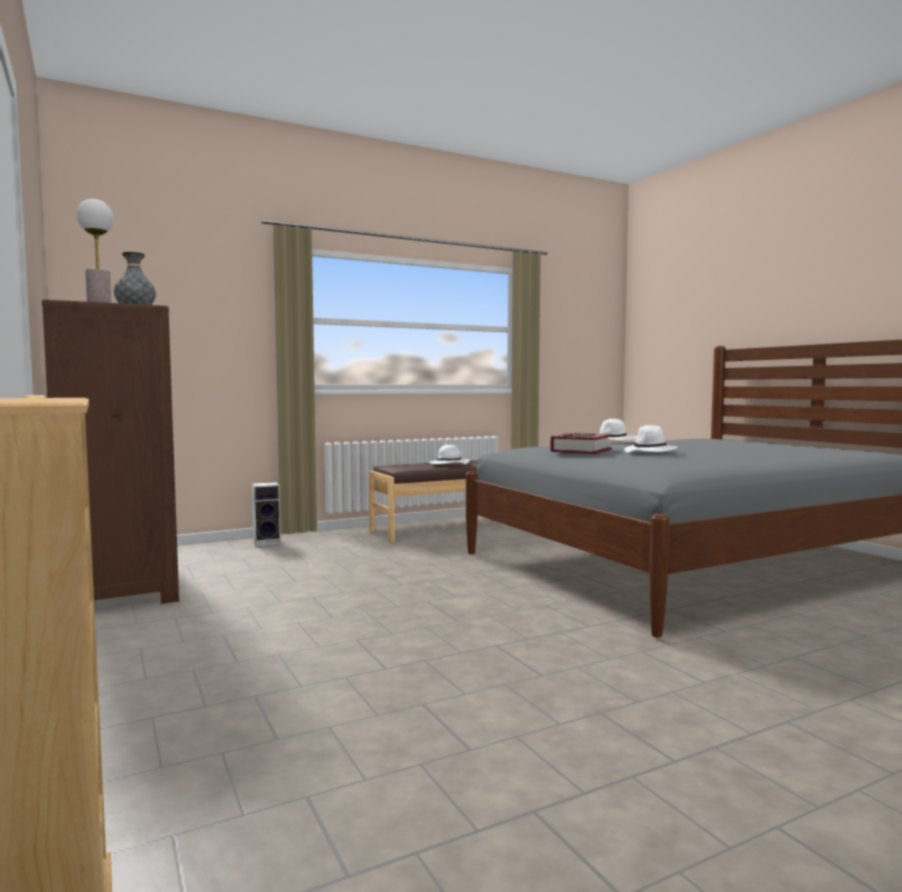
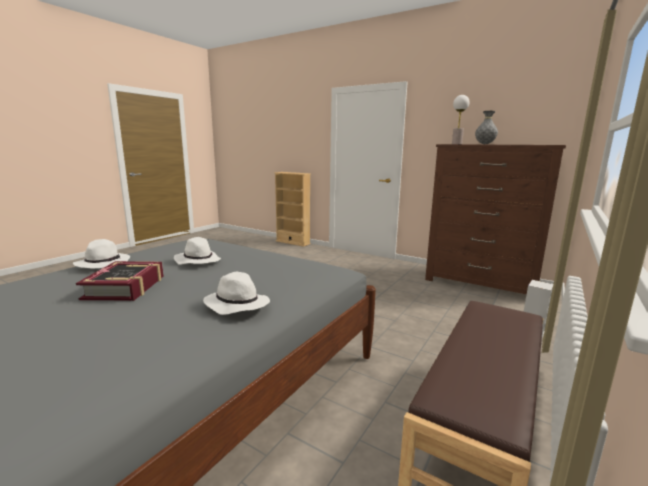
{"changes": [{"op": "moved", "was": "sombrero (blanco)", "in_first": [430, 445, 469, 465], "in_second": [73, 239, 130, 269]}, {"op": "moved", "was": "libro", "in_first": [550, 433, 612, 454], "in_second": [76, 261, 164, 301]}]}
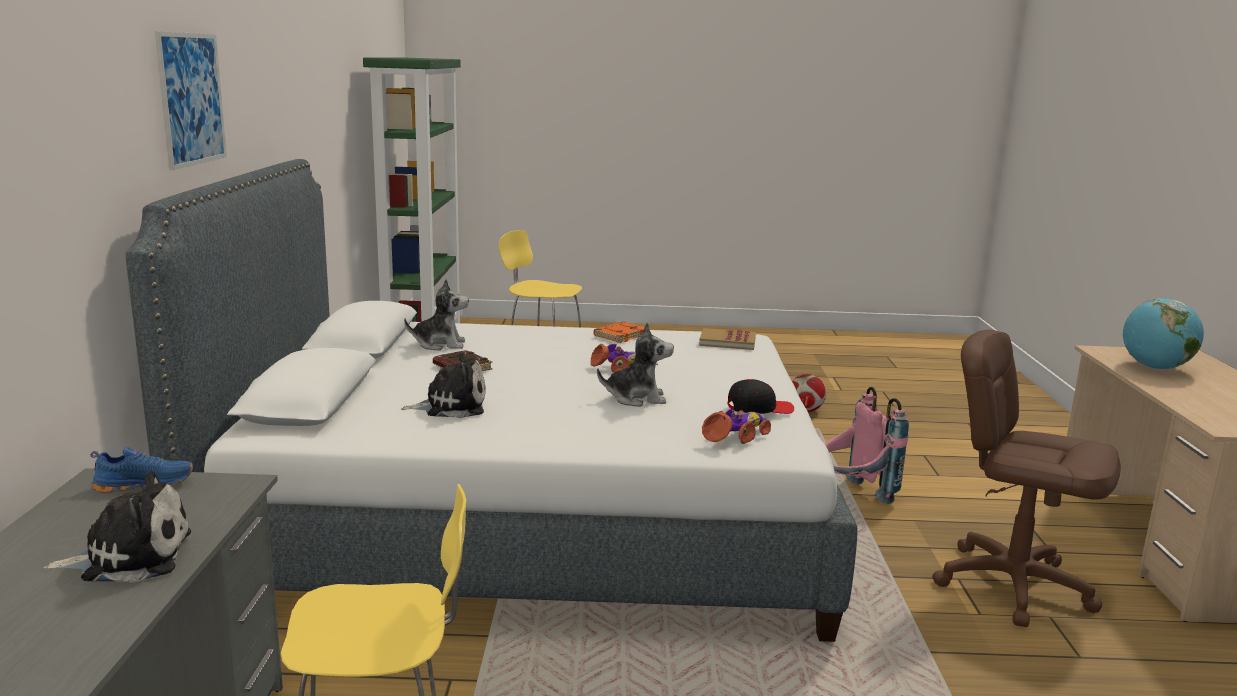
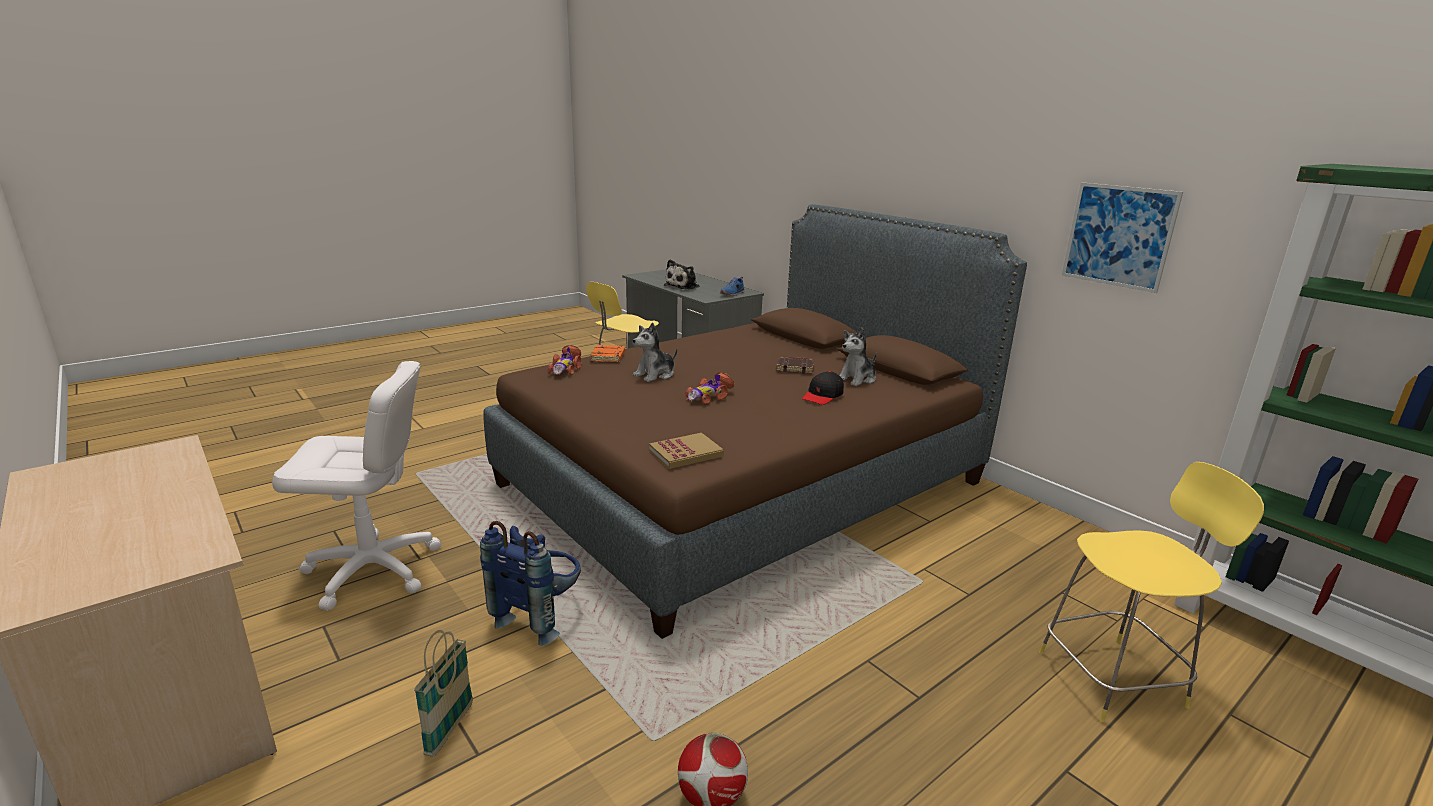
{"changes": [{"op": "removed", "was": "peluche", "in_first": [401, 353, 486, 418]}, {"op": "removed", "was": "globo terráqueo", "in_first": [1123, 298, 1204, 369]}, {"op": "added", "now": "cesta", "in_second": [414, 630, 473, 757]}, {"op": "moved", "was": "cuadro", "in_first": [155, 31, 227, 170], "in_second": [1062, 182, 1183, 293]}, {"op": "moved", "was": "libro (naranja)", "in_first": [594, 322, 645, 343], "in_second": [590, 345, 625, 362]}, {"op": "moved", "was": "gorra (negro)", "in_first": [727, 379, 794, 414], "in_second": [802, 371, 844, 405]}, {"op": "recoloured", "was": "cama (blanco)", "now": "cama (marrón)", "in_first": [126, 159, 857, 642], "in_second": [483, 205, 1027, 639]}, {"op": "recoloured", "was": "mochila (rosa)", "now": "mochila (azul)", "in_first": [825, 387, 909, 504], "in_second": [480, 521, 581, 646]}, {"op": "recoloured", "was": "silla de oficina (marrón)", "now": "silla de oficina (blanco)", "in_first": [932, 330, 1121, 627], "in_second": [272, 361, 442, 610]}]}
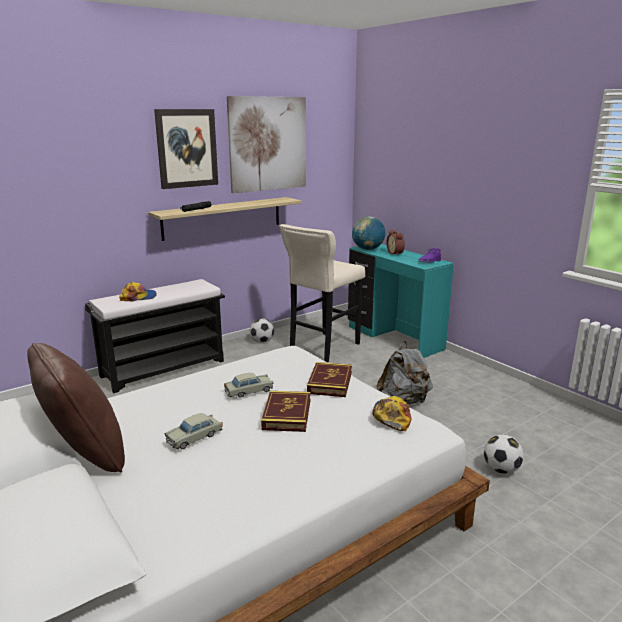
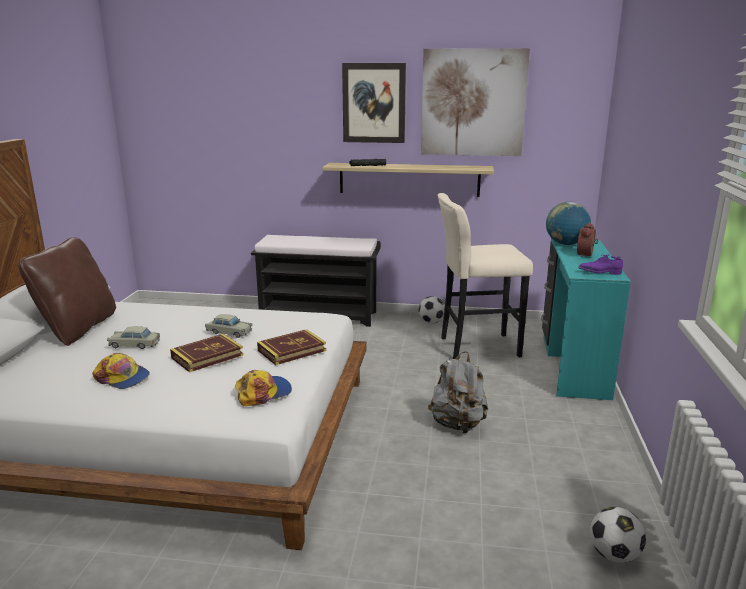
{"changes": [{"op": "moved", "was": "gorra", "in_first": [119, 282, 157, 301], "in_second": [92, 353, 150, 389]}, {"op": "moved", "was": "balón de fútbol", "in_first": [484, 434, 524, 474], "in_second": [590, 507, 646, 563]}]}
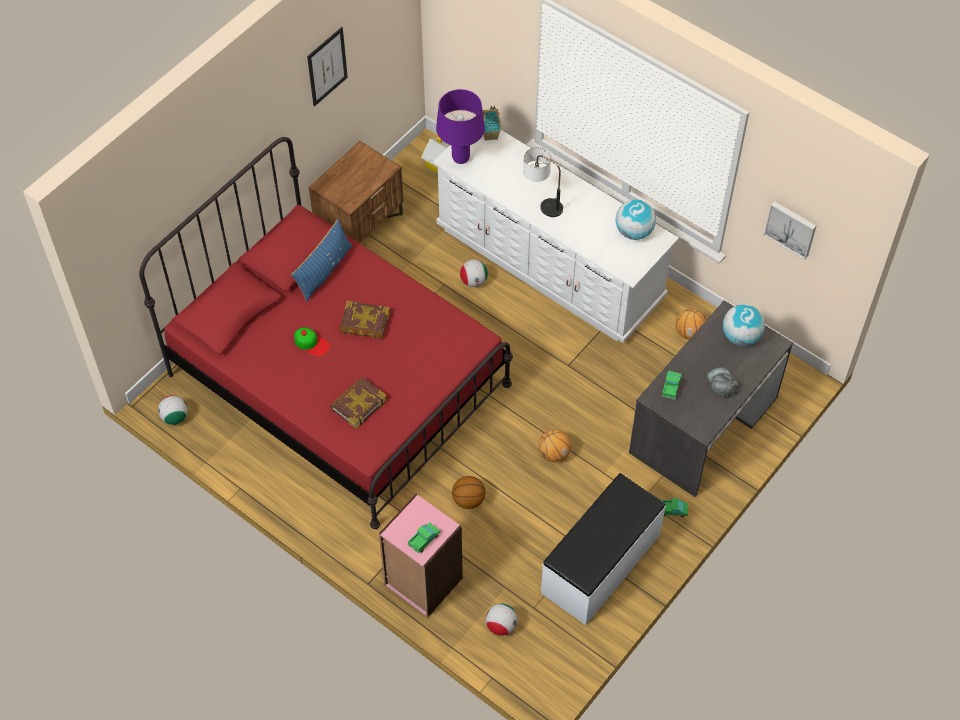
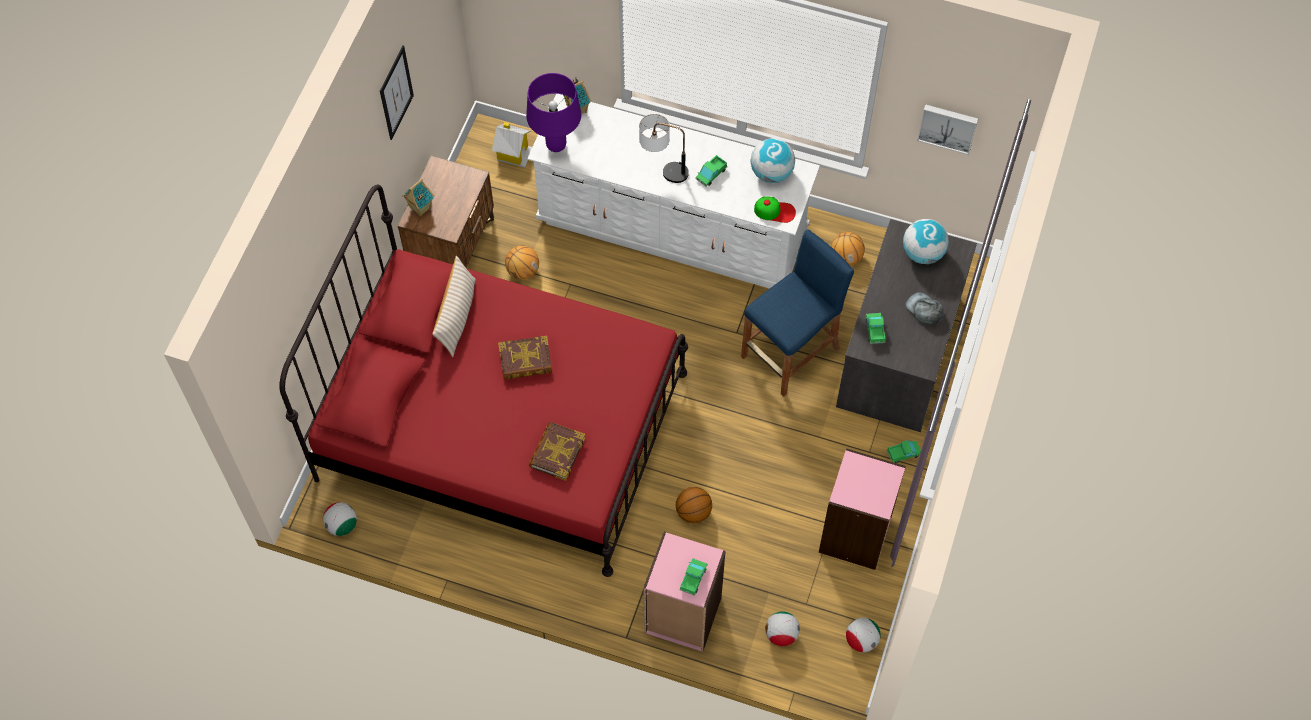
{"changes": [{"op": "added", "now": "casita", "in_second": [402, 179, 434, 217]}, {"op": "added", "now": "camión de juguete", "in_second": [695, 155, 727, 187]}, {"op": "added", "now": "taburete (azul)", "in_second": [741, 229, 854, 397]}, {"op": "moved", "was": "gorra", "in_first": [294, 327, 330, 356], "in_second": [754, 196, 796, 223]}, {"op": "moved", "was": "balón de fútbol", "in_first": [460, 259, 488, 287], "in_second": [846, 618, 881, 652]}, {"op": "moved", "was": "balón de baloncesto", "in_first": [539, 429, 571, 462], "in_second": [505, 246, 539, 280]}, {"op": "replaced", "was": "banco (blanco)", "now": "estantería (rosa)", "in_first": [541, 473, 666, 625], "in_second": [819, 448, 906, 570]}, {"op": "recoloured", "was": "cojín (azul)", "now": "cojín (beis)", "in_first": [291, 219, 352, 302], "in_second": [432, 256, 476, 357]}]}
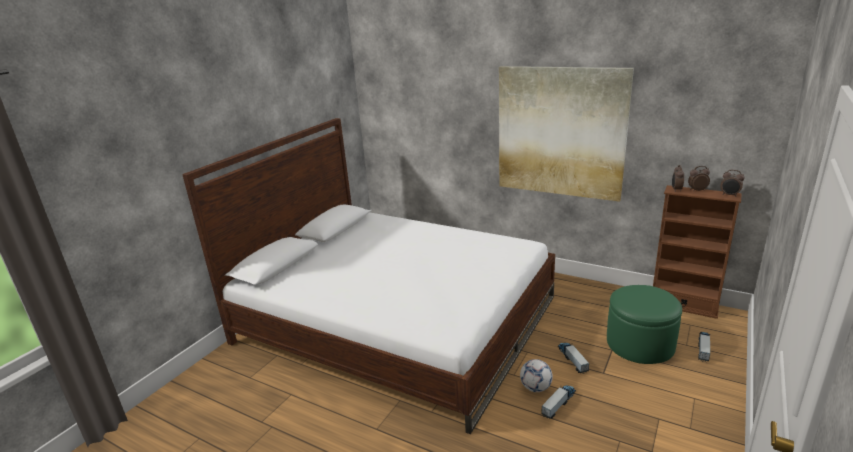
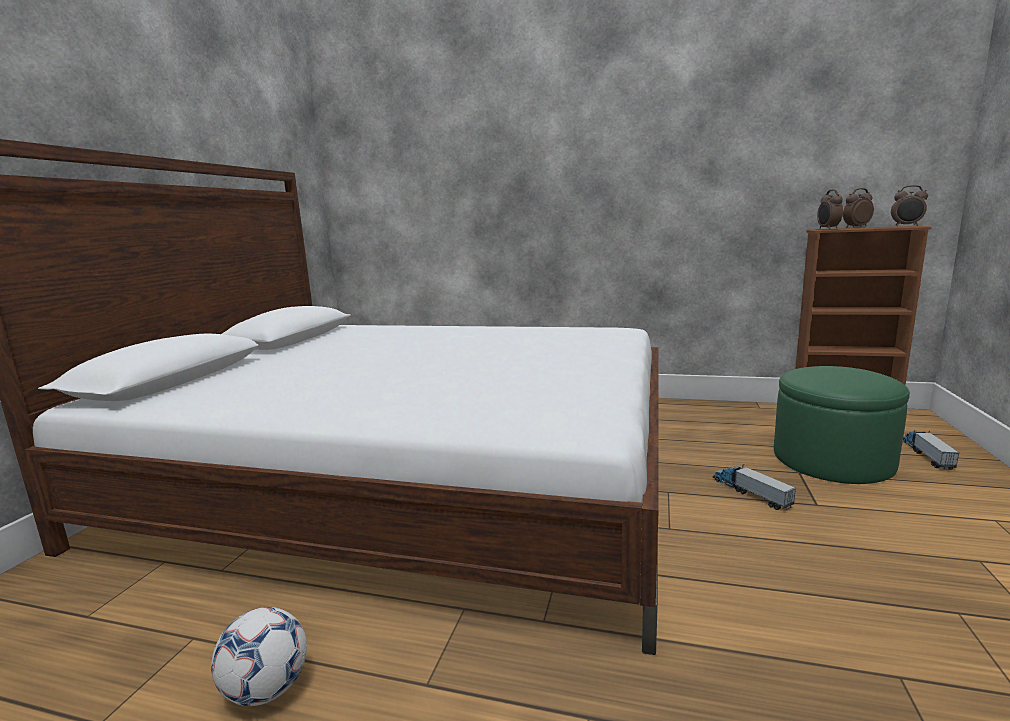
{"changes": [{"op": "removed", "was": "cuadro", "in_first": [499, 66, 634, 202]}, {"op": "removed", "was": "camión de juguete", "in_first": [542, 385, 576, 419]}, {"op": "moved", "was": "balón de fútbol", "in_first": [520, 359, 553, 392], "in_second": [211, 607, 307, 706]}]}
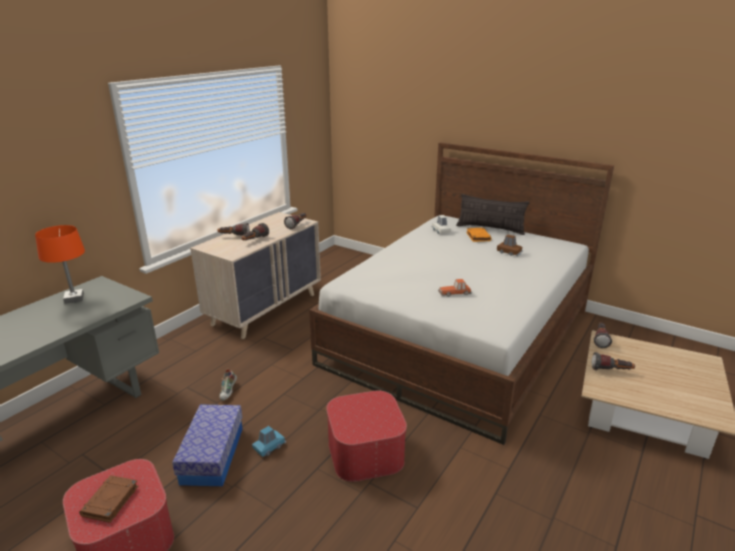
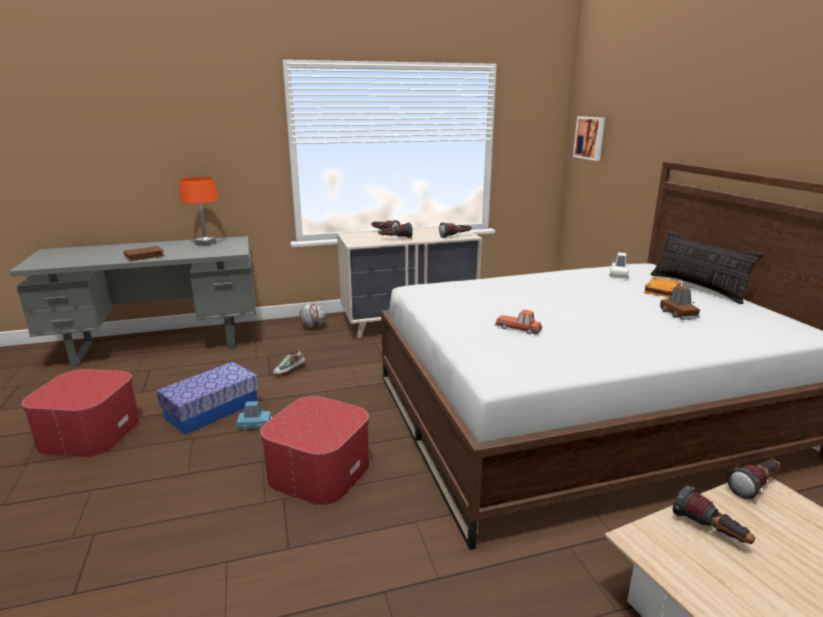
{"changes": [{"op": "added", "now": "balón de fútbol", "in_second": [299, 303, 325, 328]}, {"op": "added", "now": "cuadro", "in_second": [573, 117, 605, 161]}, {"op": "moved", "was": "libro (marrón)", "in_first": [79, 475, 138, 523], "in_second": [123, 246, 165, 261]}]}
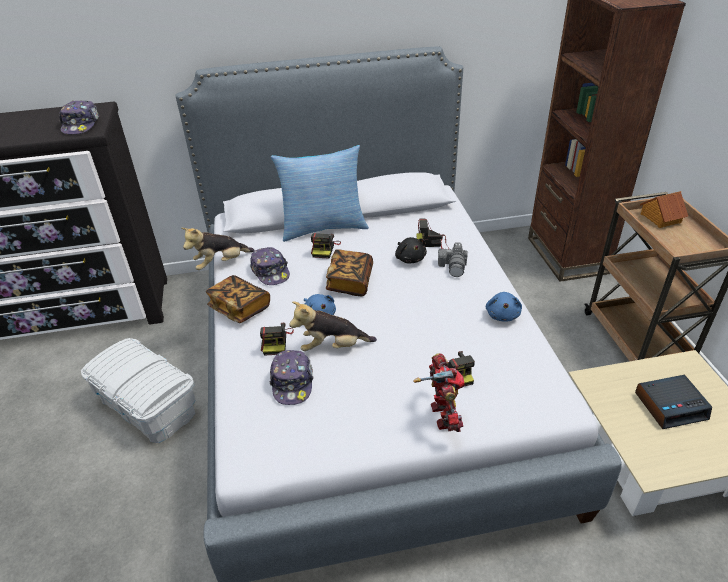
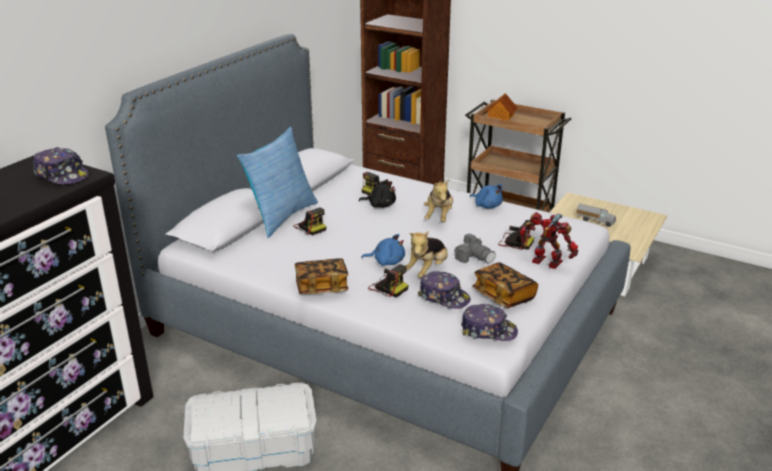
{"changes": [{"op": "moved", "was": "peluche", "in_first": [181, 228, 255, 270], "in_second": [424, 179, 453, 222]}, {"op": "moved", "was": "gorra", "in_first": [250, 247, 290, 285], "in_second": [461, 304, 518, 341]}, {"op": "moved", "was": "libro", "in_first": [326, 250, 373, 296], "in_second": [472, 262, 538, 308]}, {"op": "moved", "was": "cámara", "in_first": [438, 242, 469, 277], "in_second": [454, 234, 496, 263]}, {"op": "replaced", "was": "despertador", "now": "camión de juguete", "in_first": [635, 375, 712, 429], "in_second": [576, 203, 616, 227]}]}
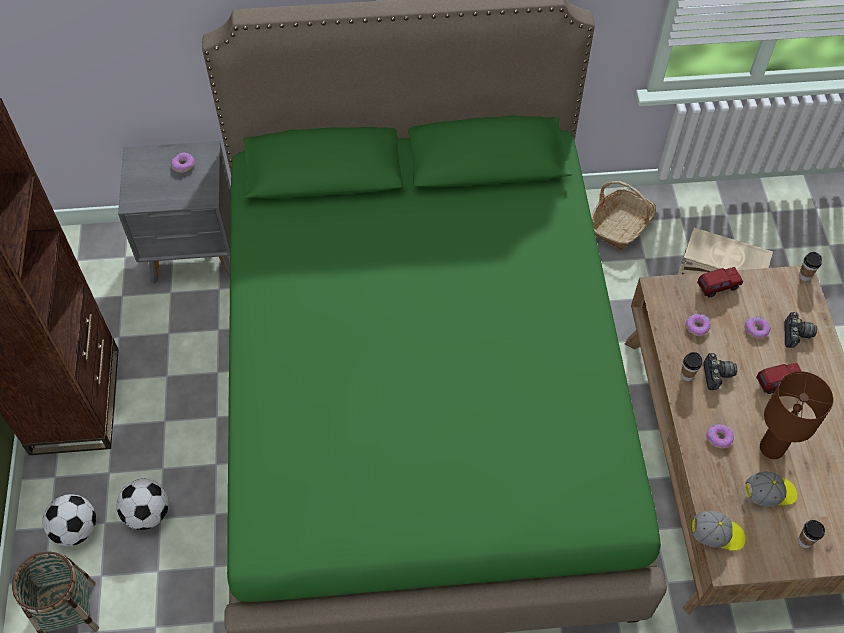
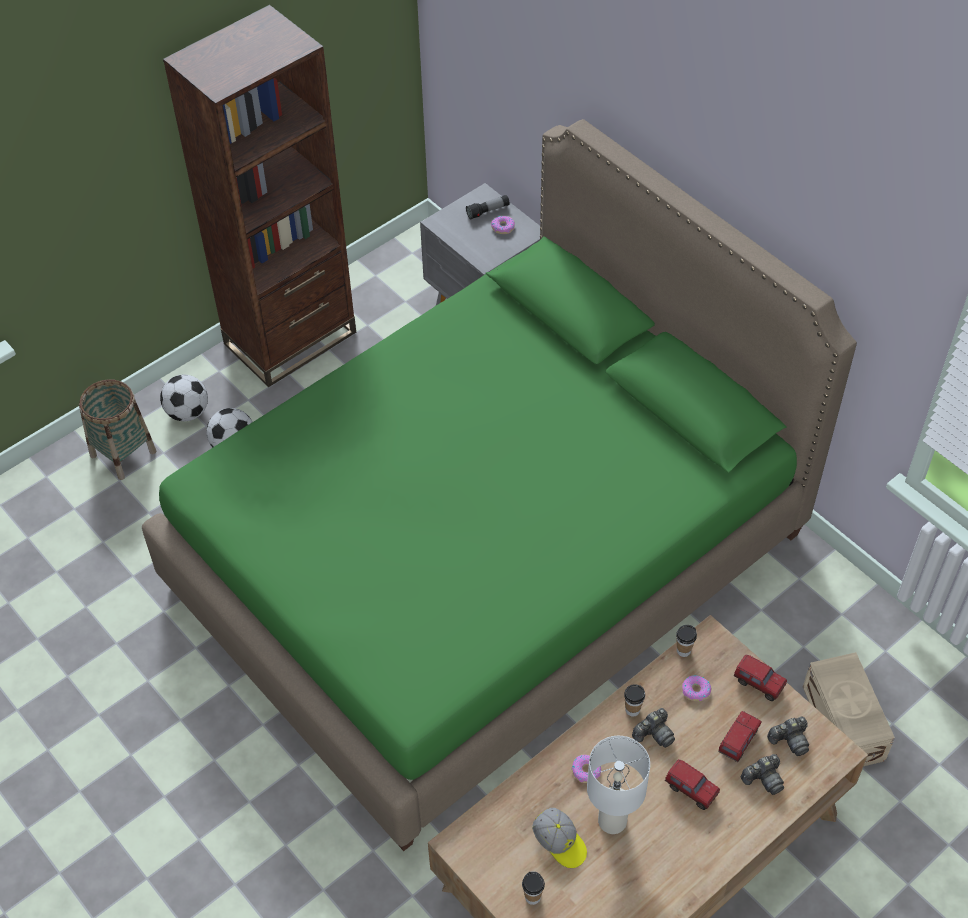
{"changes": [{"op": "removed", "was": "cesta", "in_first": [591, 181, 656, 250]}, {"op": "removed", "was": "gorra", "in_first": [692, 511, 745, 551]}, {"op": "added", "now": "linterna", "in_second": [466, 195, 510, 220]}, {"op": "added", "now": "cámara", "in_second": [767, 717, 809, 756]}, {"op": "moved", "was": "taza", "in_first": [799, 252, 822, 281], "in_second": [676, 625, 697, 657]}, {"op": "replaced", "was": "rosquilla", "now": "camión de juguete", "in_first": [745, 317, 771, 339], "in_second": [718, 711, 762, 762]}, {"op": "recoloured", "was": "lámpara de mesa (marrón)", "now": "lámpara de mesa (blanco)", "in_first": [760, 371, 833, 459], "in_second": [587, 736, 650, 834]}]}
